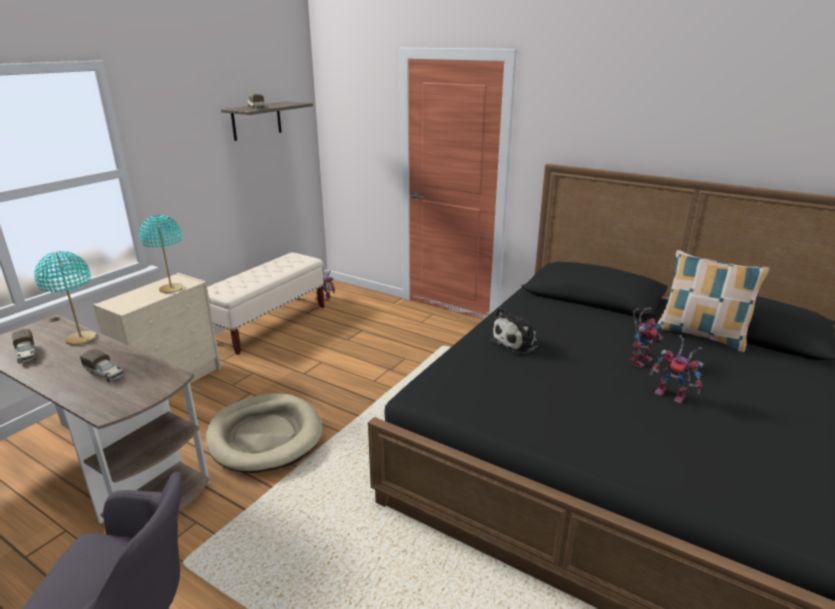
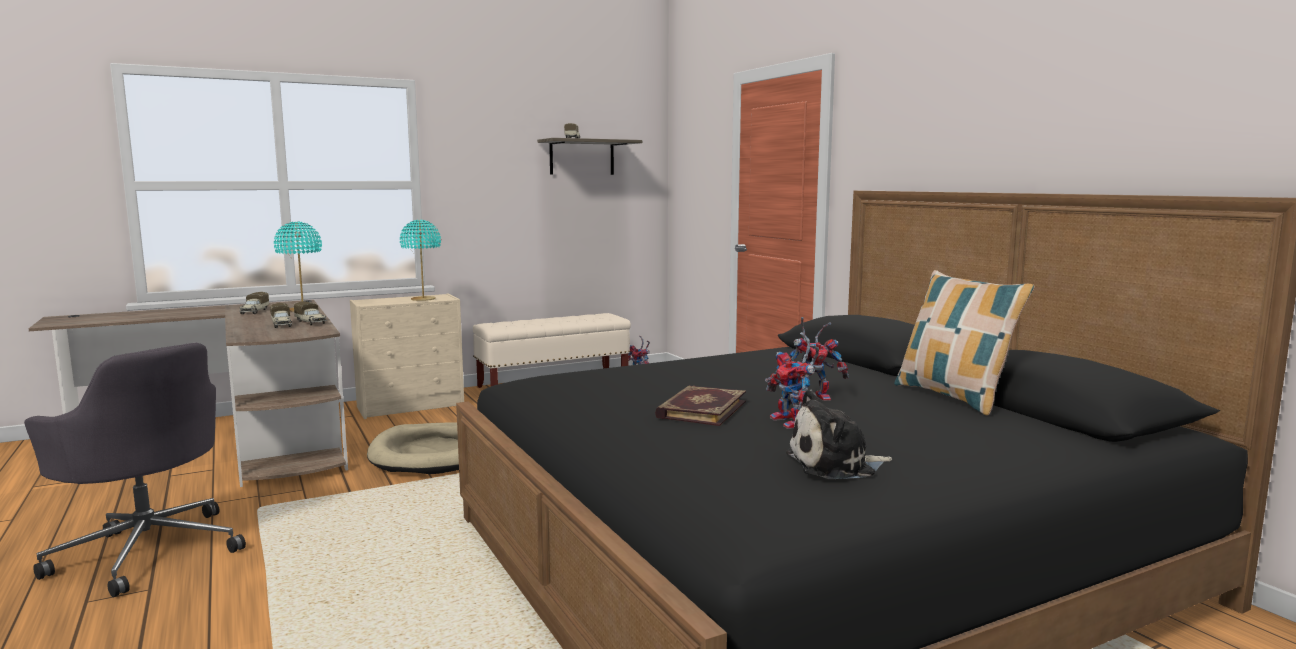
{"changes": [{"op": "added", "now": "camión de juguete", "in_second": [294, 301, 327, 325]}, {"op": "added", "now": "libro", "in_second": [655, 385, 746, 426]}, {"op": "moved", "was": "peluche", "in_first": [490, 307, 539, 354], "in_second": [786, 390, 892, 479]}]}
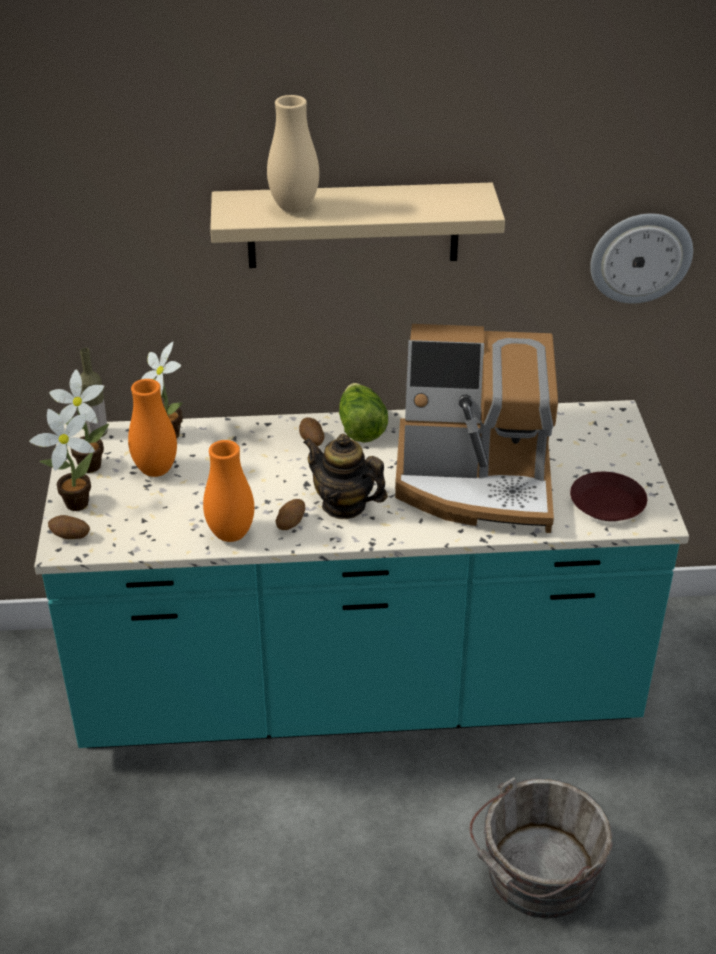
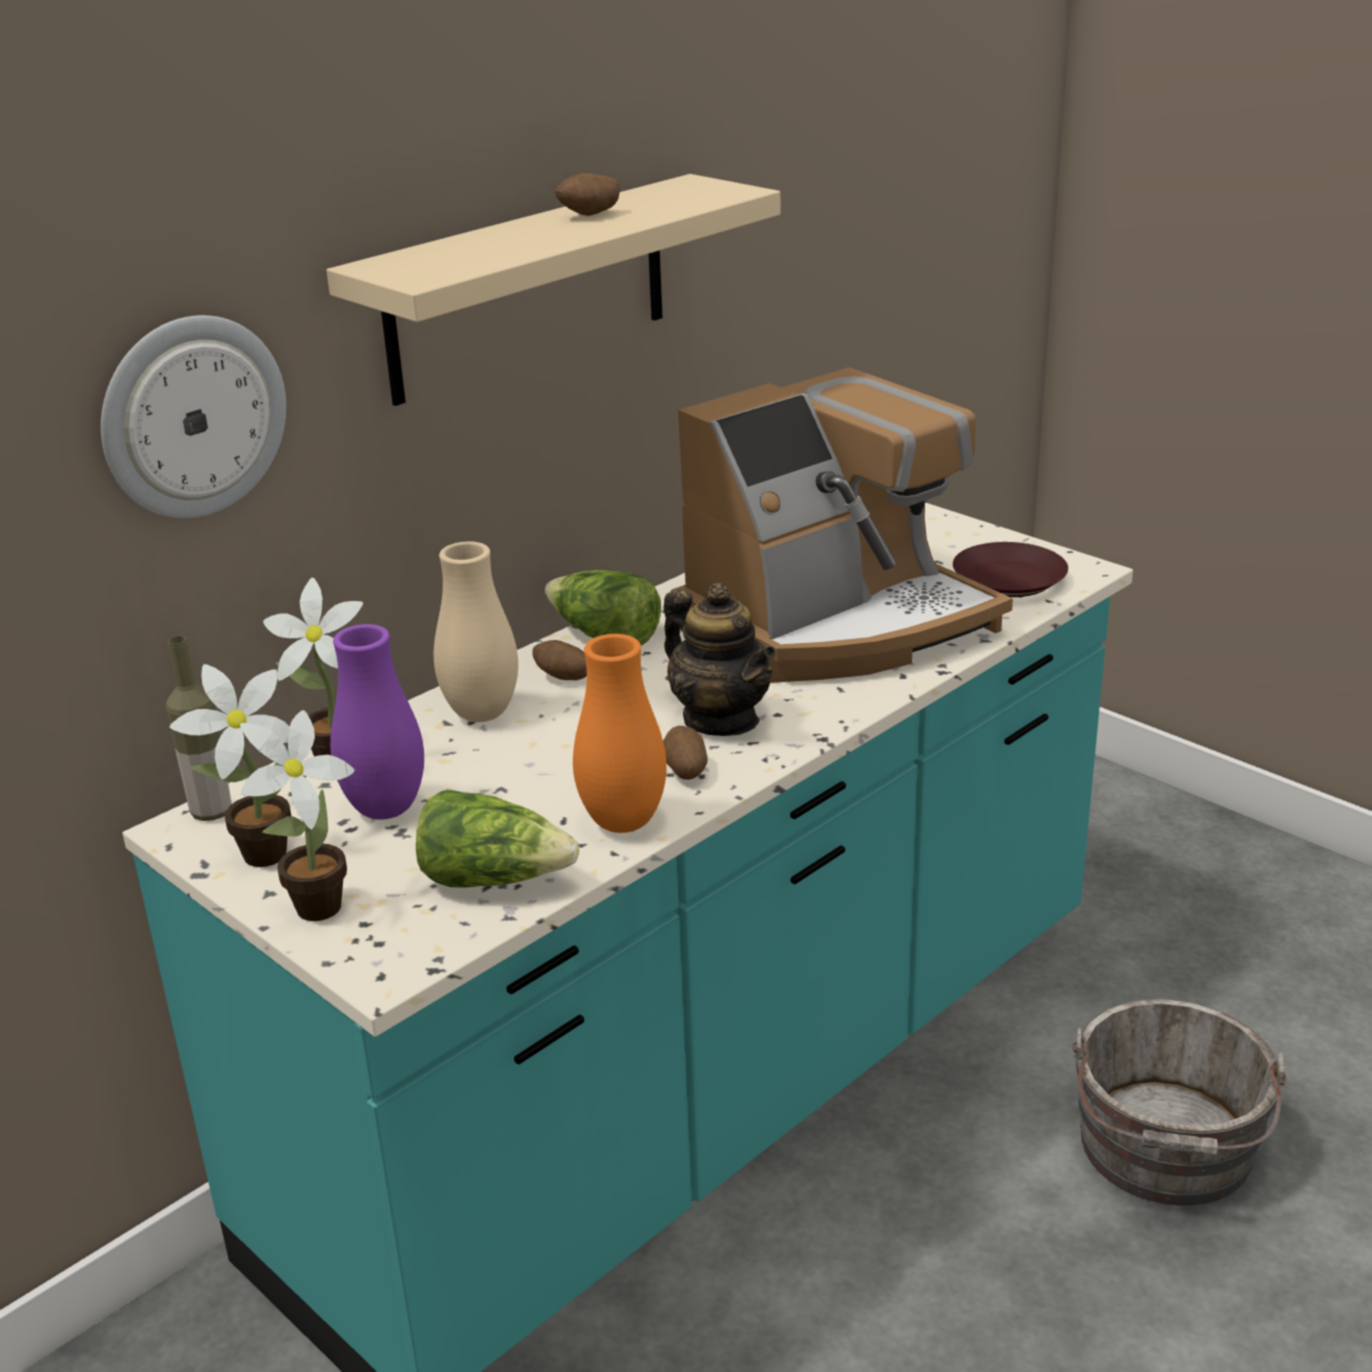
{"changes": [{"op": "added", "now": "lechuga", "in_second": [416, 789, 579, 888]}, {"op": "moved", "was": "patata", "in_first": [48, 515, 90, 539], "in_second": [555, 173, 620, 216]}, {"op": "moved", "was": "florero (beis)", "in_first": [267, 95, 319, 213], "in_second": [434, 541, 518, 722]}, {"op": "moved", "was": "reloj de pared", "in_first": [590, 214, 693, 304], "in_second": [101, 315, 286, 518]}, {"op": "recoloured", "was": "florero (naranja)", "now": "florero (morado)", "in_first": [128, 379, 177, 477], "in_second": [330, 624, 424, 820]}, {"op": "turned", "was": "tetera", "in_first": [303, 434, 388, 519], "in_second": [663, 583, 776, 736], "clockwise": -120}]}
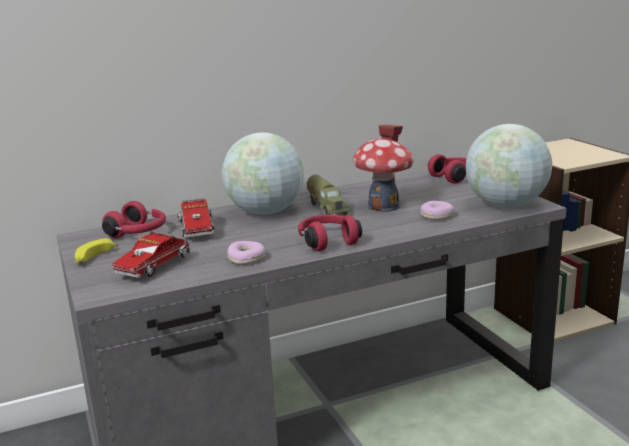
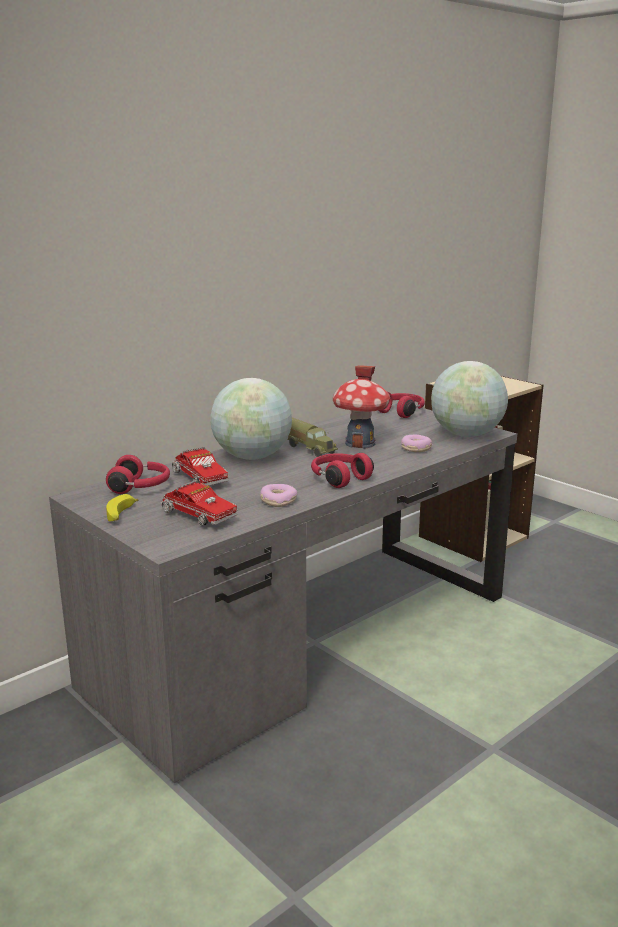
{"changes": [{"op": "turned", "was": "camión de juguete", "in_first": [112, 231, 191, 278], "in_second": [161, 480, 237, 526], "clockwise": -60}]}
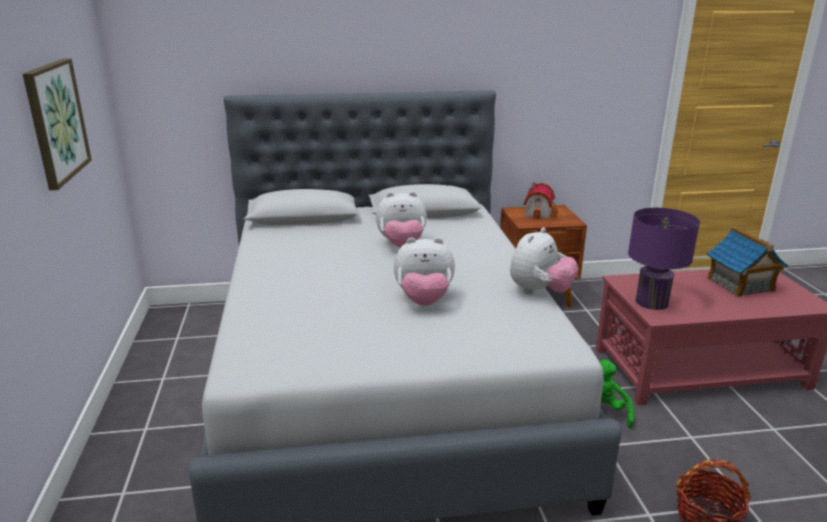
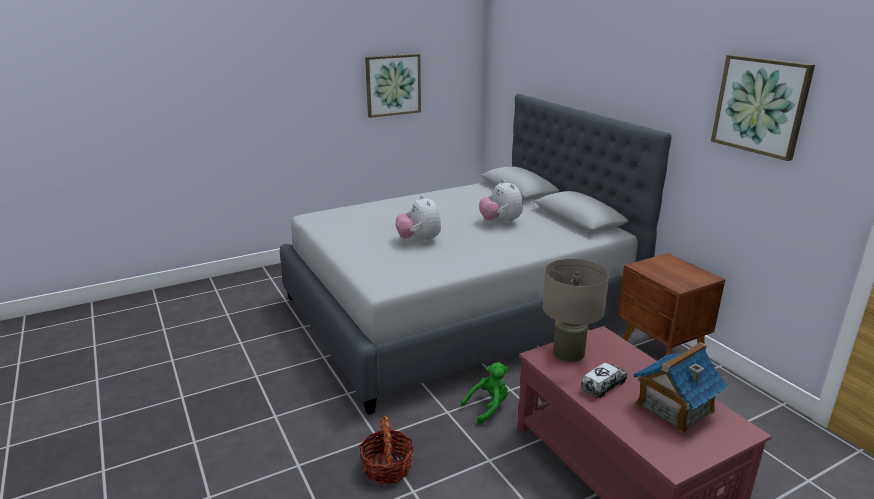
{"changes": [{"op": "removed", "was": "peluche", "in_first": [510, 227, 578, 294]}, {"op": "removed", "was": "casita", "in_first": [523, 182, 558, 220]}, {"op": "added", "now": "camión de juguete", "in_second": [581, 363, 628, 398]}, {"op": "added", "now": "cuadro", "in_second": [711, 55, 815, 161]}, {"op": "recoloured", "was": "lámpara de mesa (morado)", "now": "lámpara de mesa (beis)", "in_first": [628, 208, 700, 310], "in_second": [542, 259, 609, 362]}]}
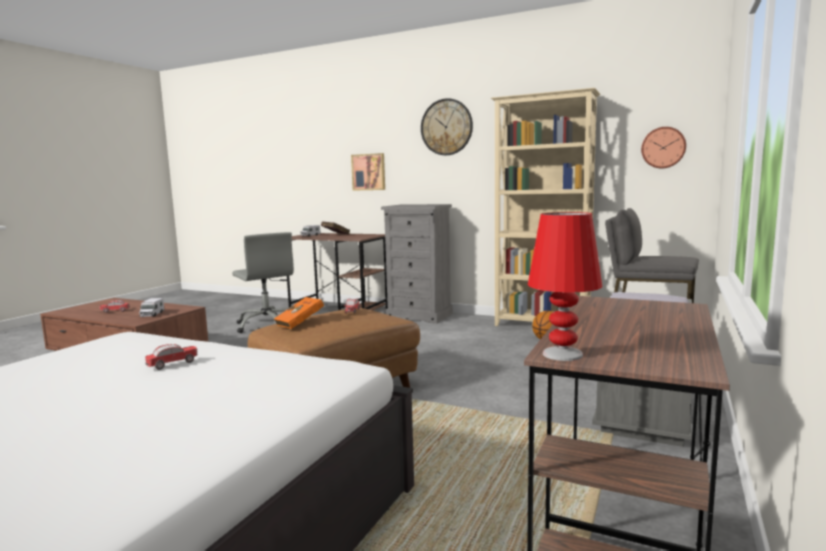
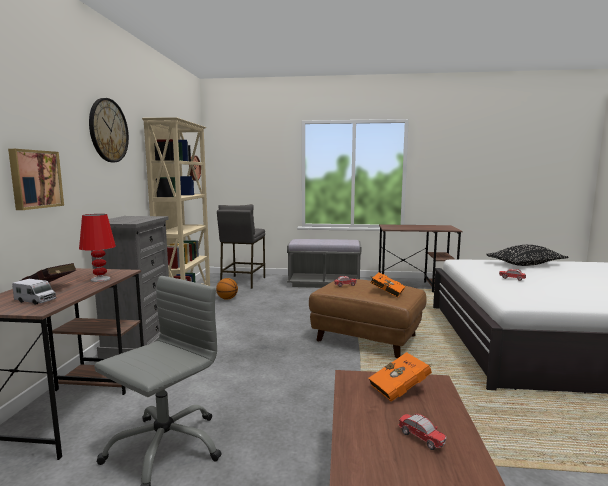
{"changes": [{"op": "added", "now": "cojín (negro)", "in_second": [486, 245, 569, 266]}, {"op": "moved", "was": "lámpara de mesa (rojo)", "in_first": [528, 212, 602, 361], "in_second": [79, 214, 116, 282]}, {"op": "replaced", "was": "camión de juguete", "now": "libro (naranja)", "in_first": [139, 298, 165, 317], "in_second": [368, 352, 432, 402]}]}
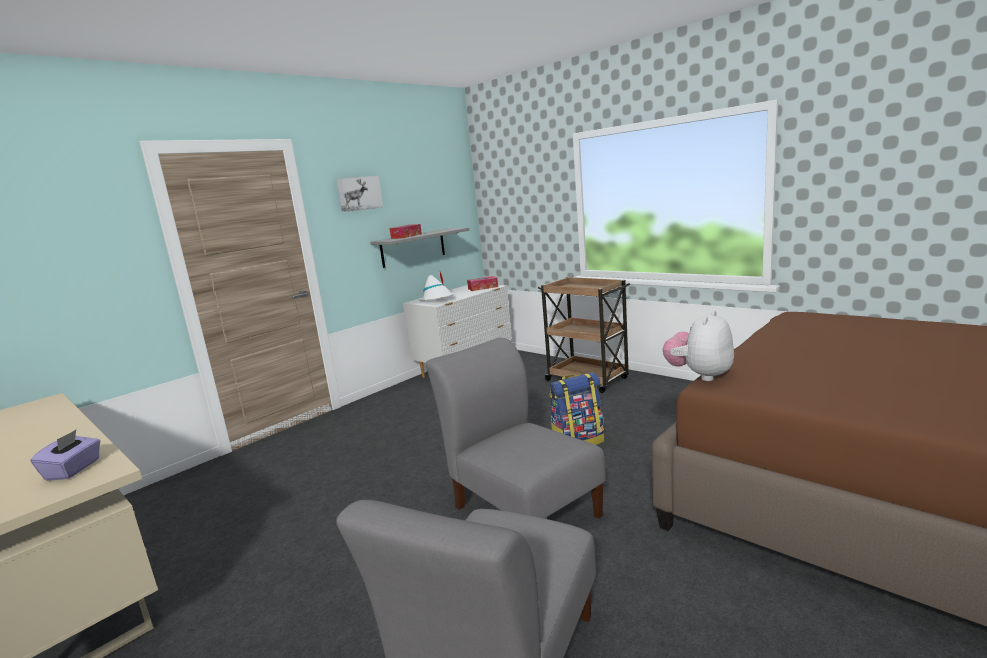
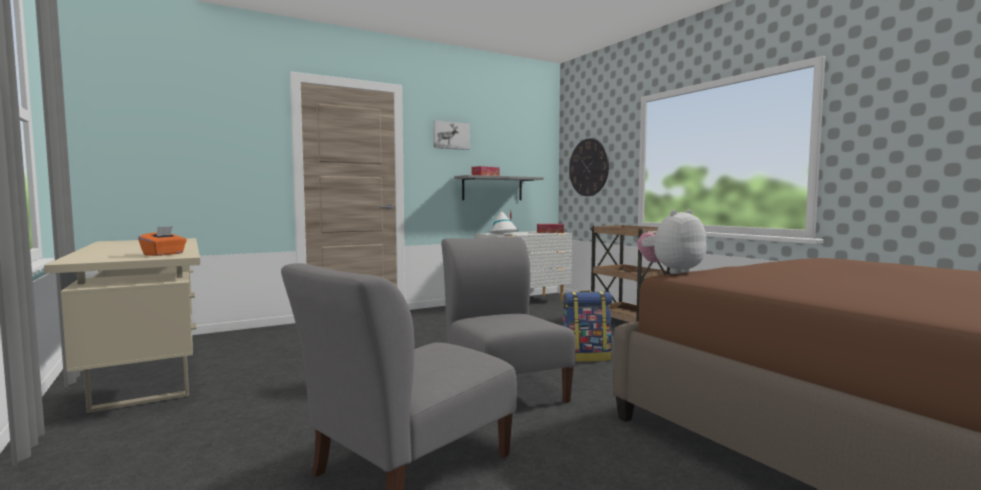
{"changes": [{"op": "added", "now": "reloj de pared", "in_second": [569, 138, 609, 196]}, {"op": "recoloured", "was": "caja de pañuelos (morado)", "now": "caja de pañuelos (naranja)", "in_first": [31, 430, 100, 481], "in_second": [138, 226, 187, 256]}]}
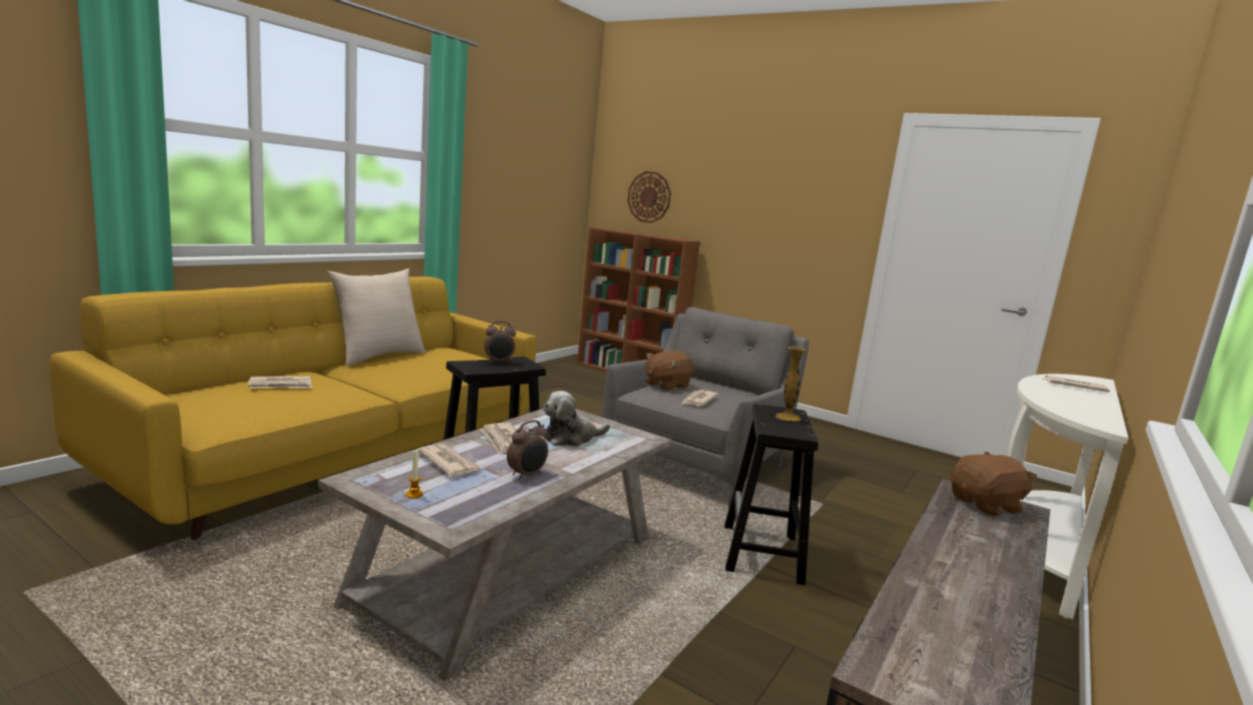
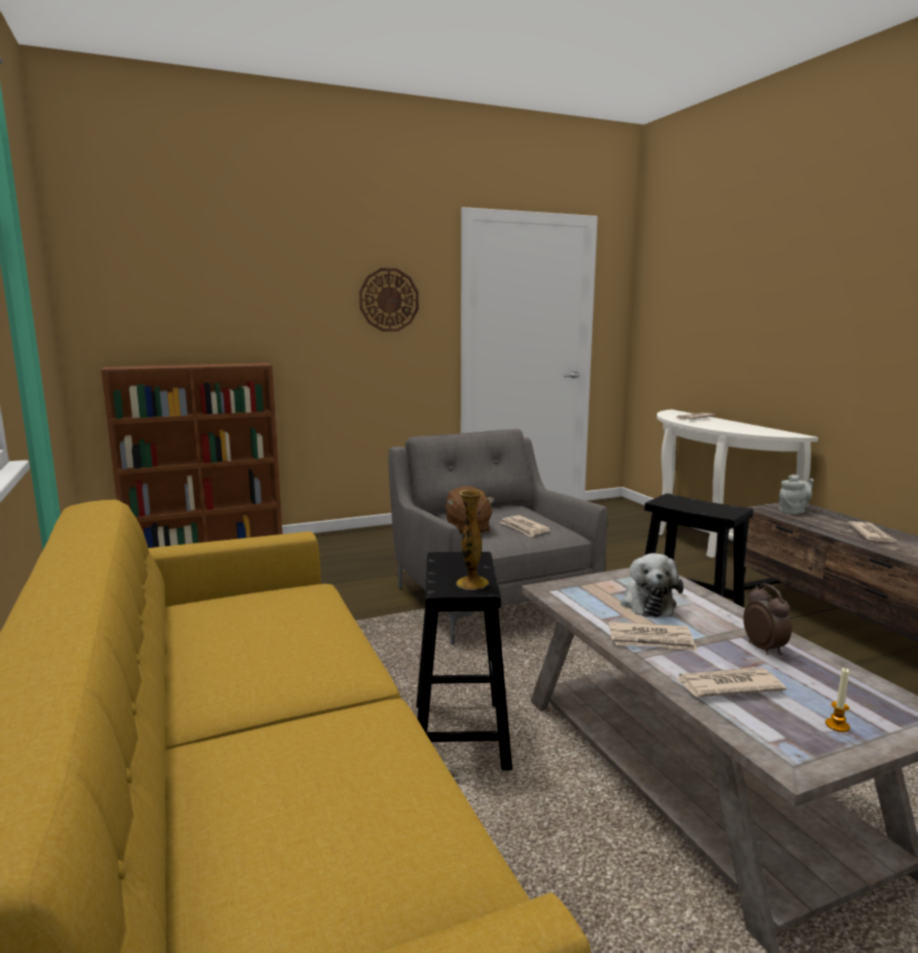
{"changes": [{"op": "removed", "was": "cojín (beis)", "in_first": [327, 269, 426, 366]}, {"op": "removed", "was": "despertador", "in_first": [484, 321, 516, 363]}, {"op": "moved", "was": "periódico", "in_first": [248, 376, 312, 389], "in_second": [848, 521, 897, 542]}, {"op": "moved", "was": "reloj de pared", "in_first": [627, 171, 671, 223], "in_second": [359, 268, 419, 332]}, {"op": "moved", "was": "florero", "in_first": [776, 347, 806, 421], "in_second": [456, 490, 489, 590]}, {"op": "replaced", "was": "peluche (marrón)", "now": "tetera (gris)", "in_first": [951, 452, 1037, 516], "in_second": [779, 474, 814, 515]}]}
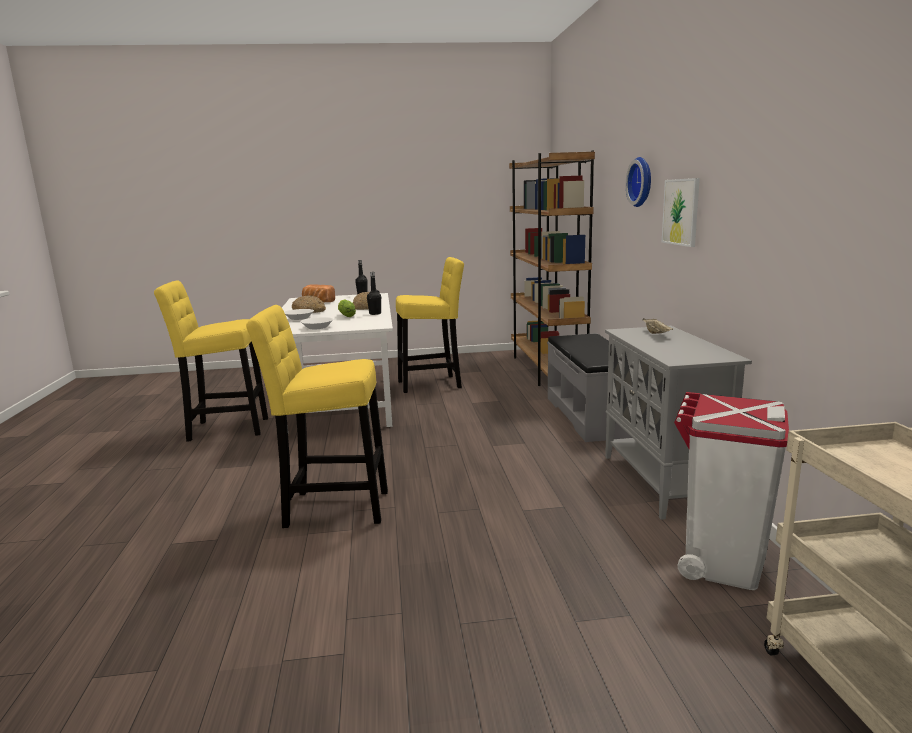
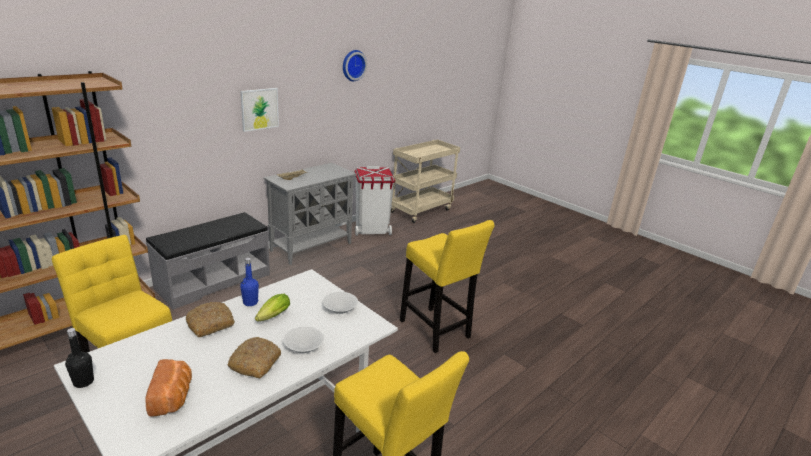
{"changes": [{"op": "moved", "was": "reloj de pared", "in_first": [626, 157, 651, 207], "in_second": [343, 50, 367, 81]}, {"op": "recoloured", "was": "botella (negro)", "now": "botella (azul)", "in_first": [367, 272, 381, 315], "in_second": [240, 258, 259, 306]}]}
